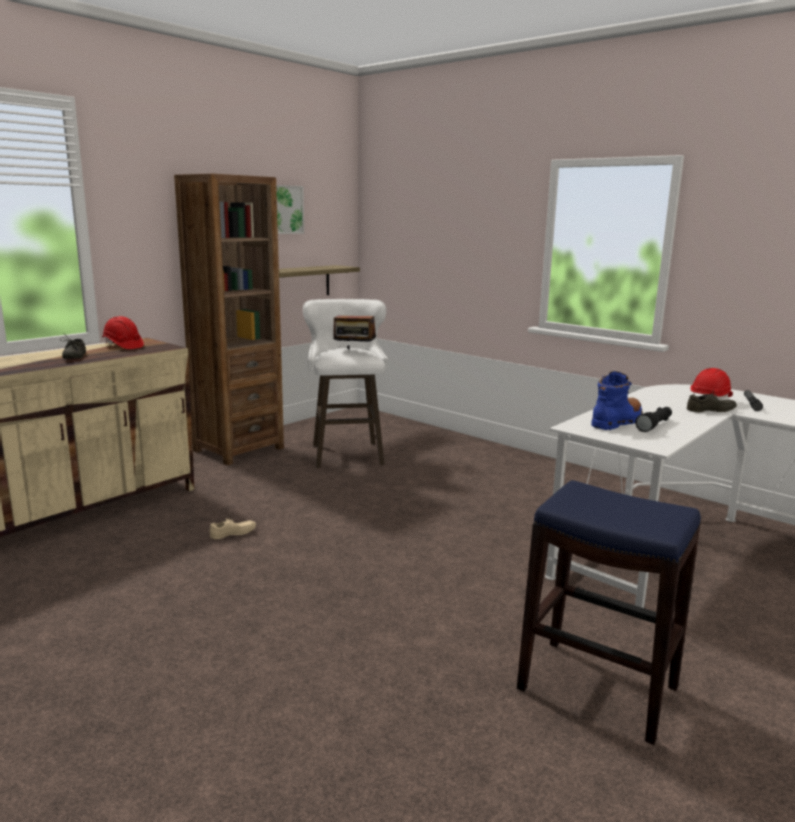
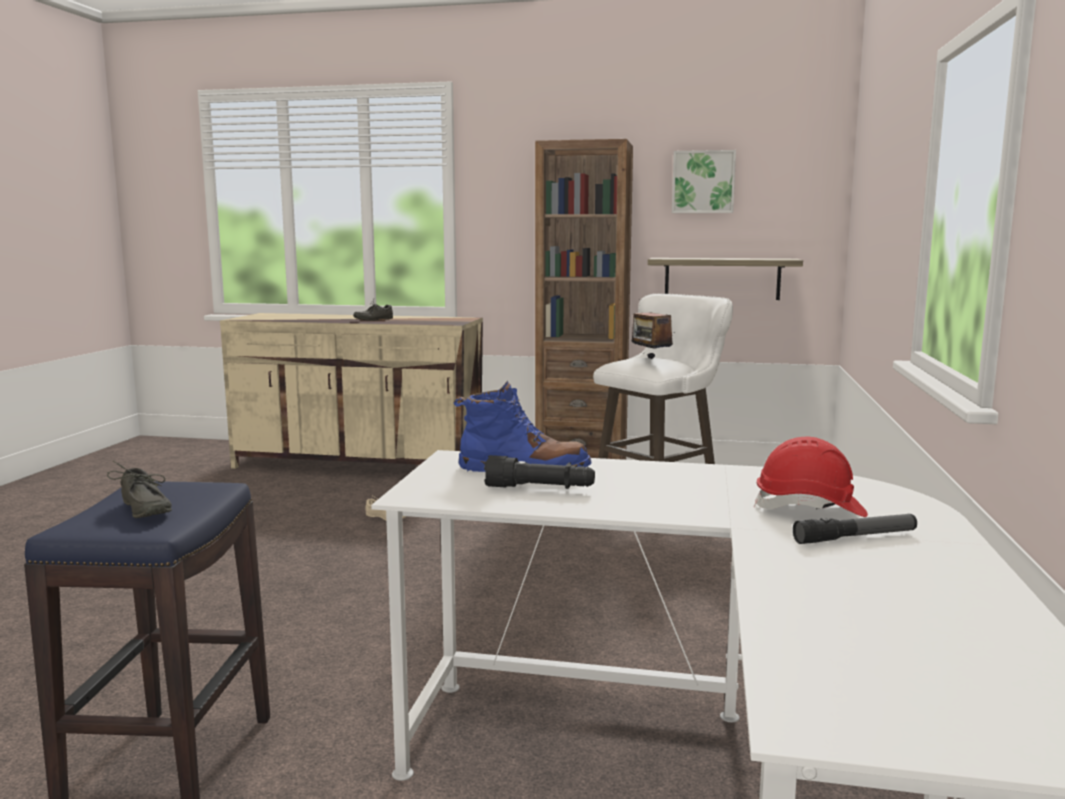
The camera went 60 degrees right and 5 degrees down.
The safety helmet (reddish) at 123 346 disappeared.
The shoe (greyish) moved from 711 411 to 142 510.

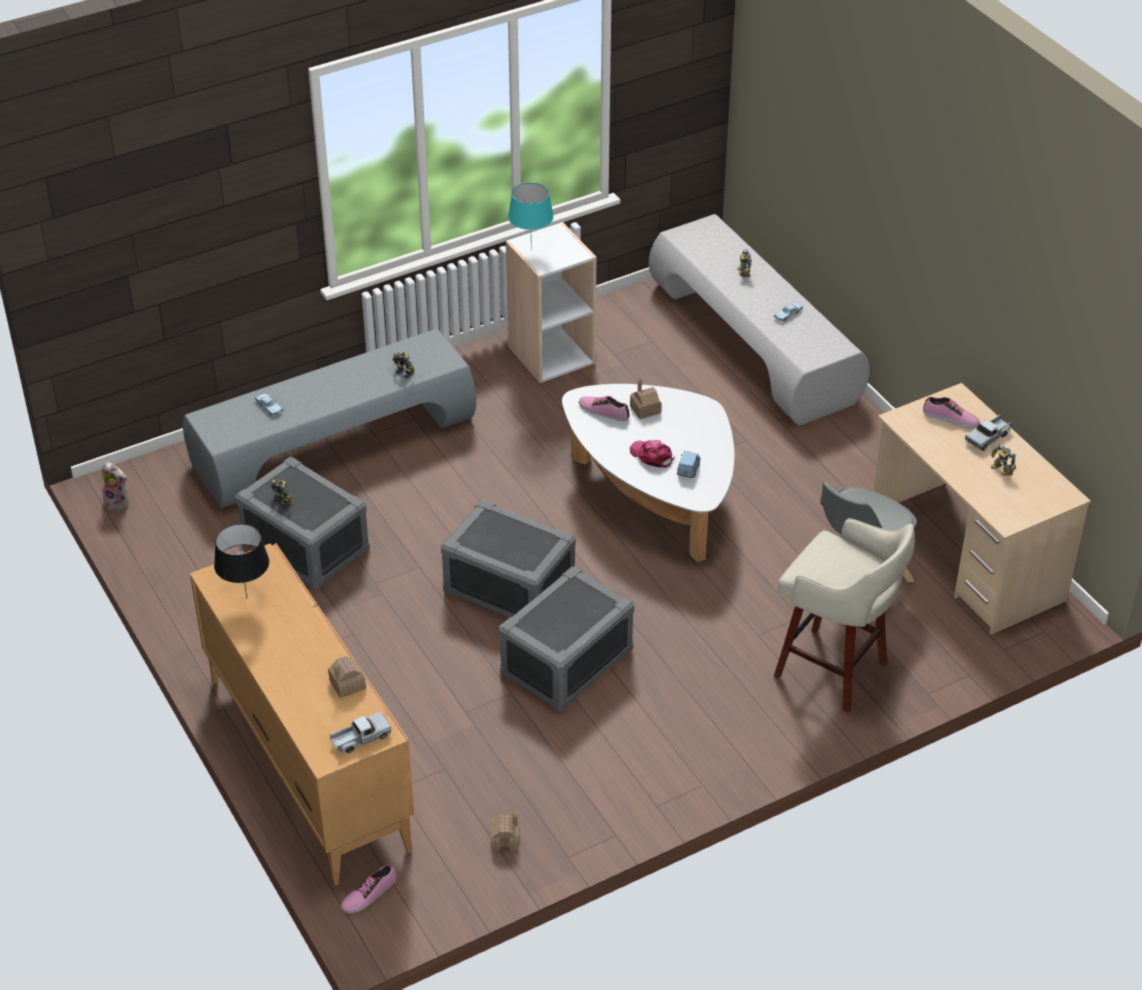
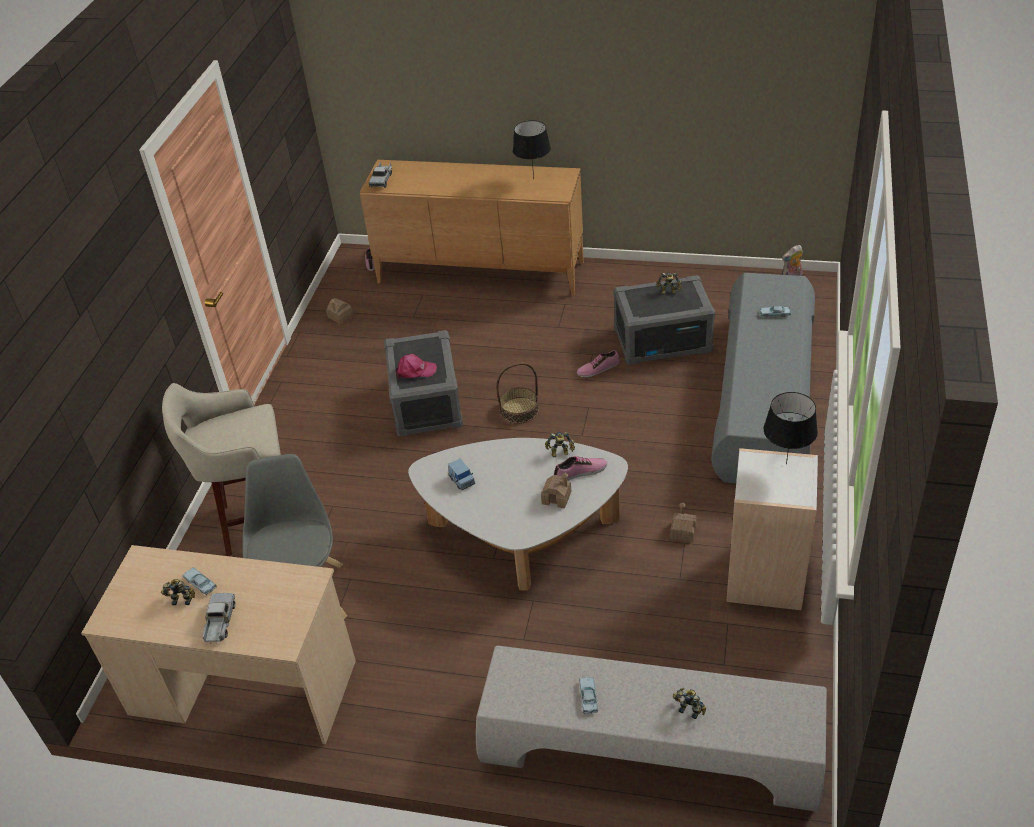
The camera went 135 degrees right and 0 degrees up.
The toy car (bluish) at 200 583 appeared.
The model house moved from 347 684 to 683 532.
The toy robot moved from 405 372 to 560 453.
The cap (pinkish) moved from 652 456 to 415 371.
The shoe moved from 950 419 to 598 368.
The storage container (greyish) at 508 587 was replaced by the storage basket at 519 410.
The lamp for a table (turquoise) at 531 250 became the lamp for a table (blackish) at 785 464.

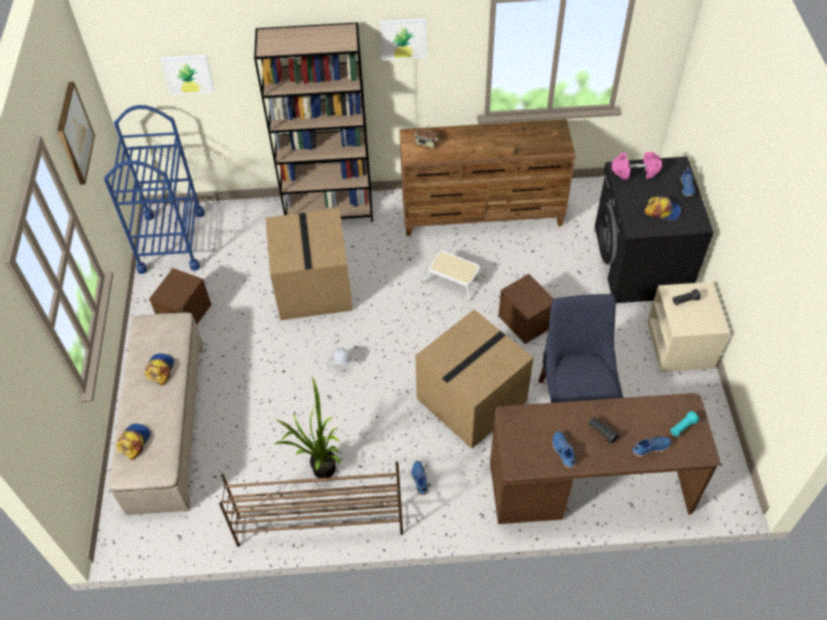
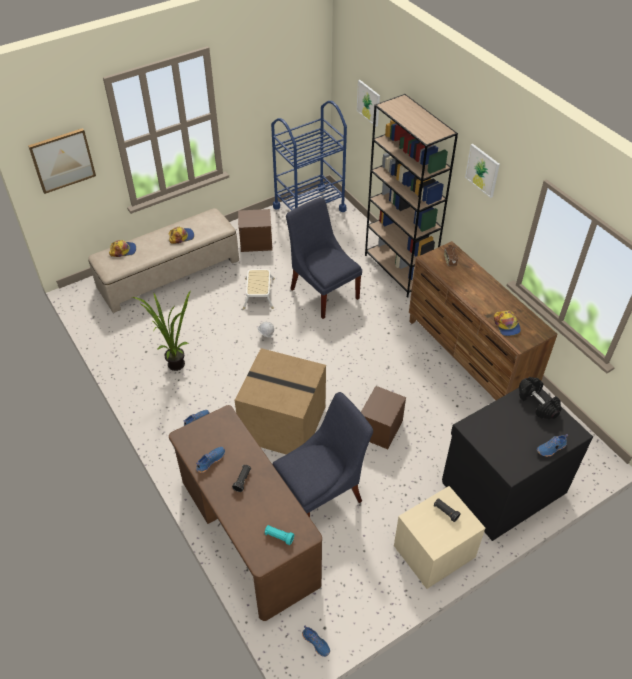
The camera went 60 degrees right and 5 degrees down.
The shoe stand (brown-coloured) at 319 525 disappeared.
The wall art moved from 74 133 to 62 160.
The step ladder (beige) moved from 454 279 to 259 293.
The shoe (bluish) moved from 650 447 to 316 643.
The cap moved from 662 211 to 506 325.
The packing box at 312 286 was replaced by the plain chair (bluish) at 323 291.
The hand weight (pinkish) at 635 172 became the hand weight (blackish) at 537 403.

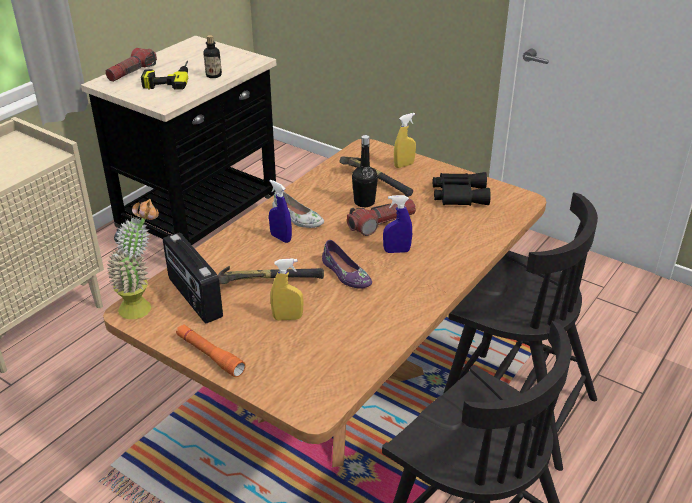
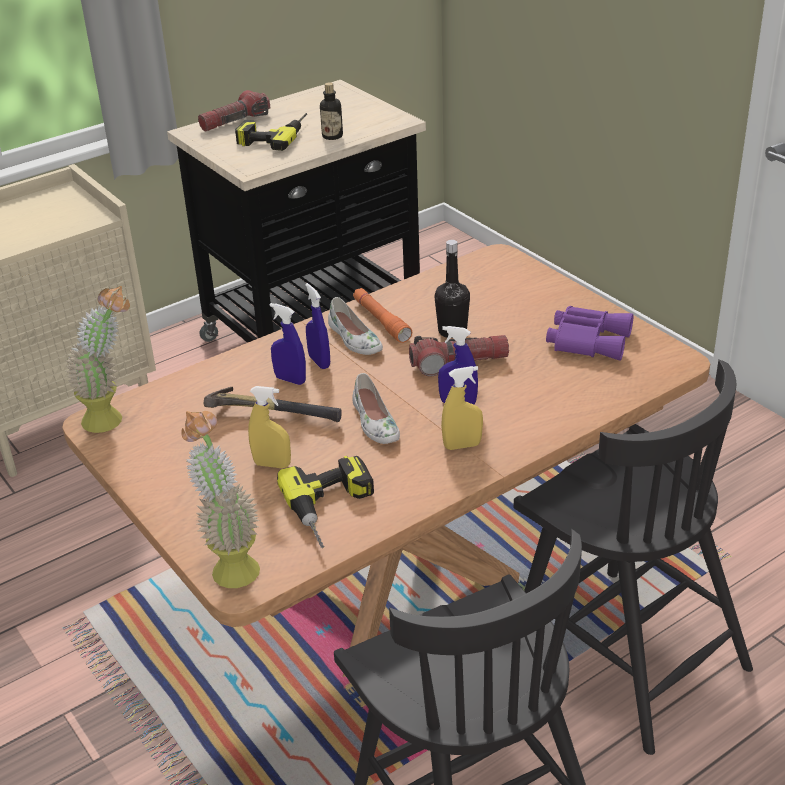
The camera went 20 degrees right and 0 degrees up.
The radio set at 194 298 disappeared.
The hammer at 378 181 disappeared.
The potted plant at 229 564 appeared.
The sprayer (bluish) at 290 380 appeared.
The electric drill at 334 509 appeared.
The flashlight (orange) moved from 210 355 to 381 321.
The sprayer (yellow) moved from 404 165 to 462 445.
The shoe (purple) at 345 274 became the shoe (whitish) at 374 422.
The field glasses (blackish) at 459 194 became the field glasses (purple) at 587 339.

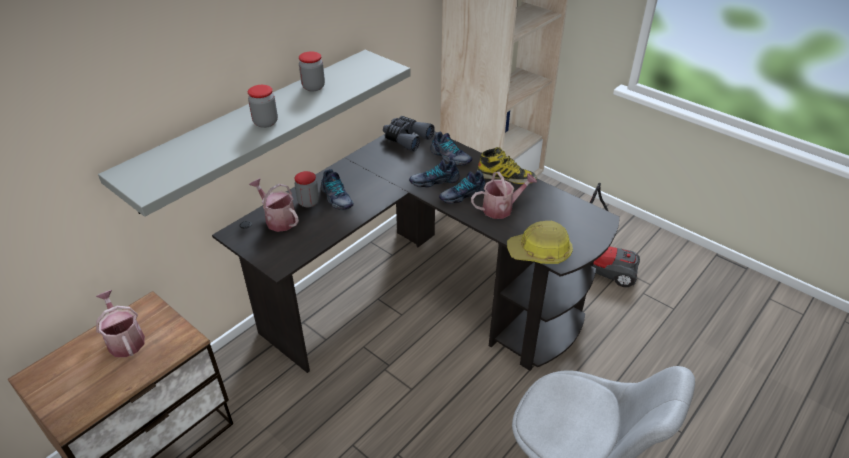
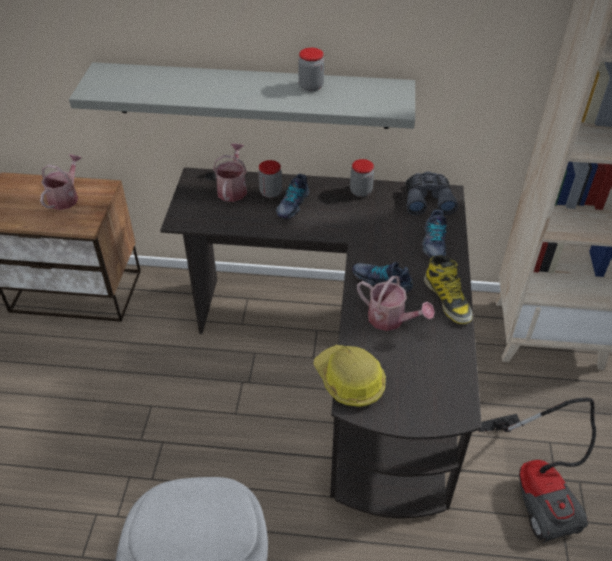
The camera went 55 degrees right and 5 degrees up.
The shoe at 434 181 disappeared.
The storage jar moved from 265 122 to 361 191.

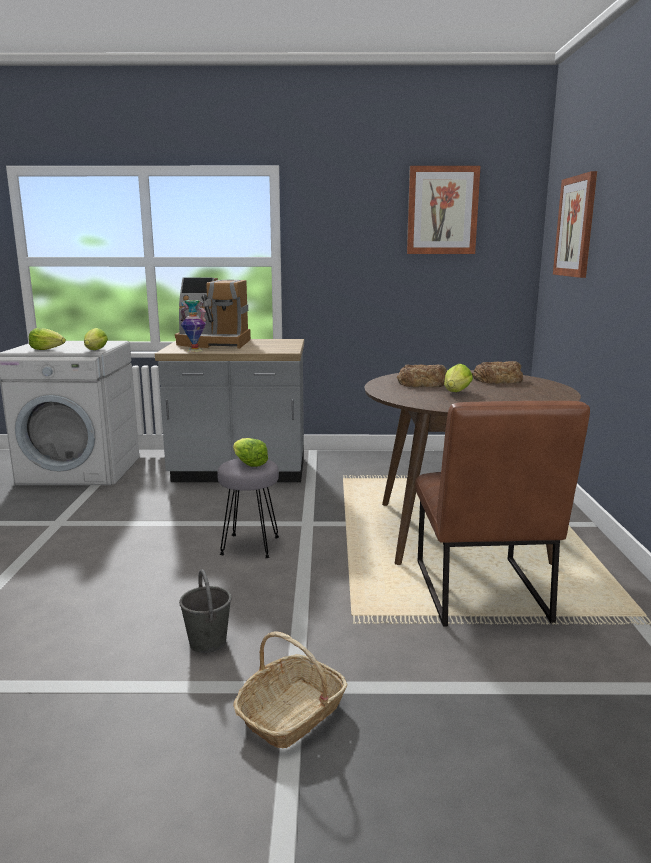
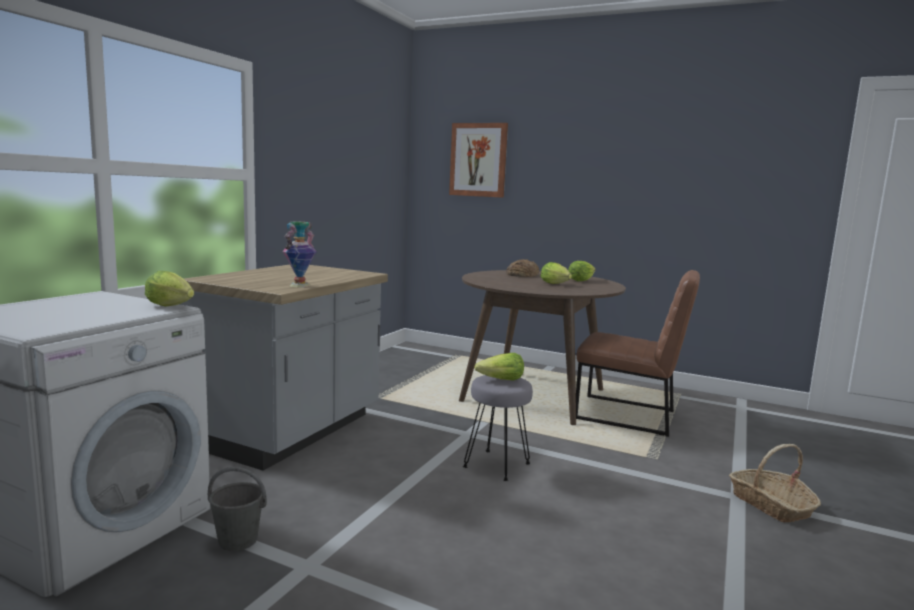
The camera went 65 degrees left and 5 degrees down.
The coffee brewer at 214 343 disappeared.
The bread at 422 383 disappeared.
The wall art at 442 210 disappeared.
The head of lettuce moved from 48 350 to 581 280.
The pail (greyish) moved from 208 643 to 238 540.

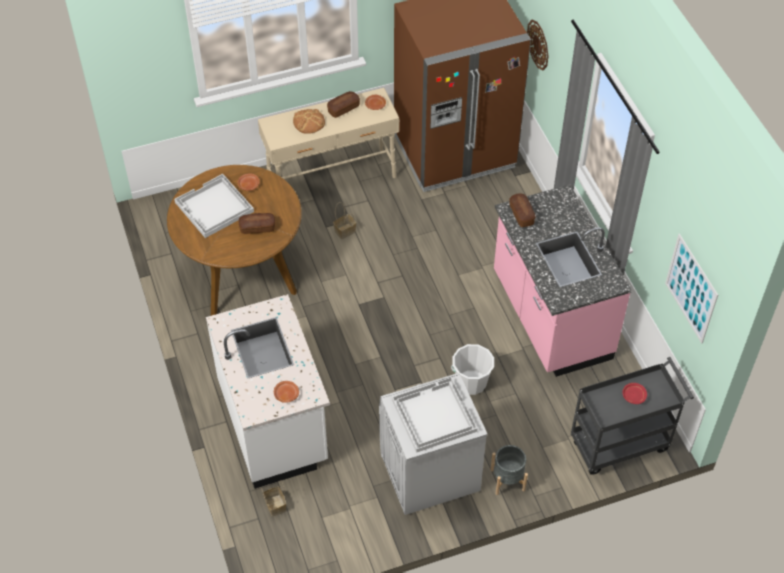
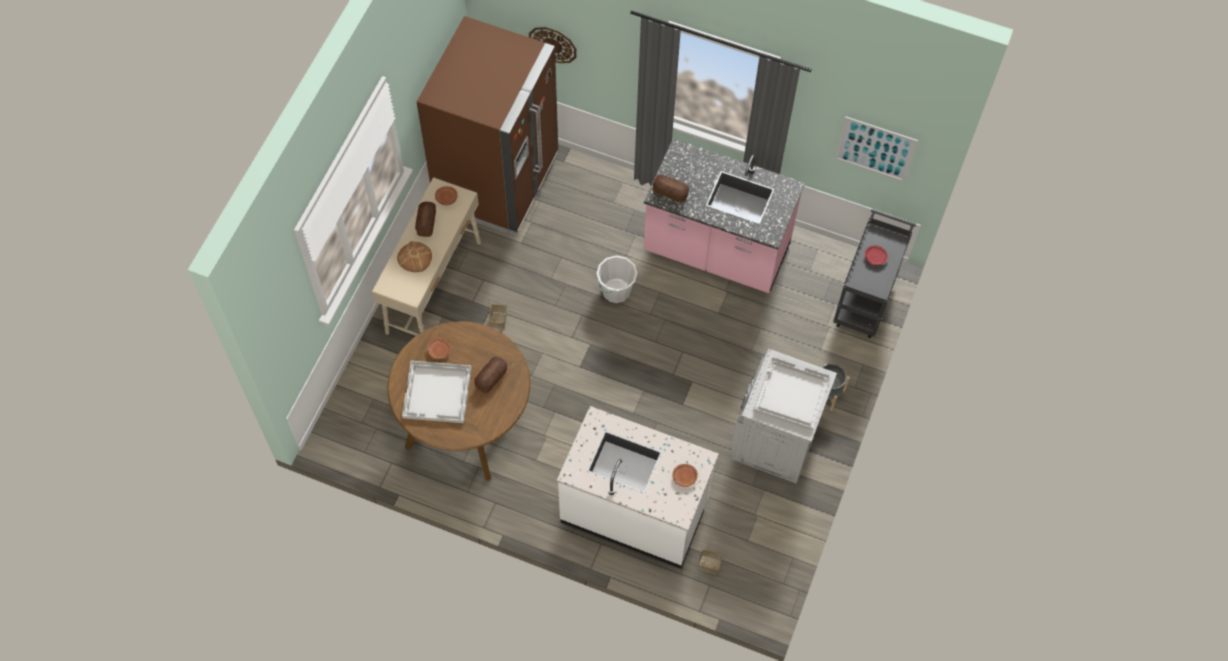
The camera went 50 degrees left and 10 degrees up.
The pail (whitish) moved from 471 382 to 616 290.

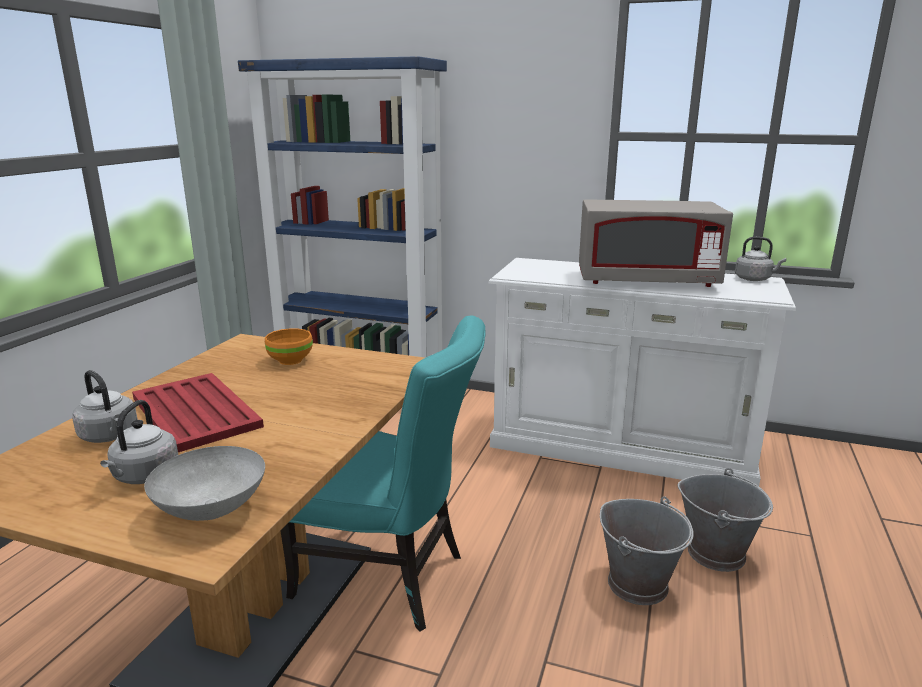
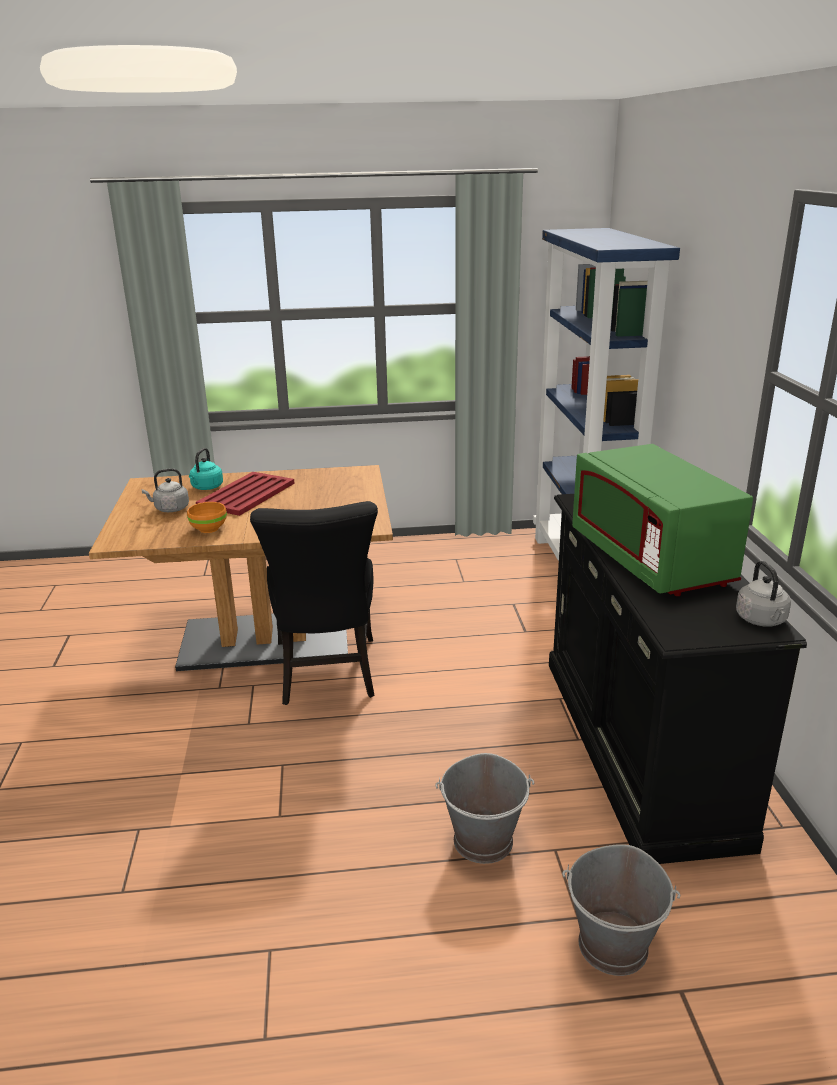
The camera went 65 degrees right and 5 degrees up.
The serving bowl (greyish) at 211 509 disappeared.
The serving bowl (orange) moved from 291 361 to 208 529.
The pail (greyish) moved from 638 584 to 614 946.
The tea kettle (greyish) at 110 436 became the tea kettle (turquoise) at 206 488.
The plain chair (turquoise) at 390 578 became the plain chair (blackish) at 327 675.
The cabinet (whitish) at 621 447 became the cabinet (blackish) at 638 745.
The microwave (greyish) at 646 281 became the microwave (green-coloured) at 650 560.

